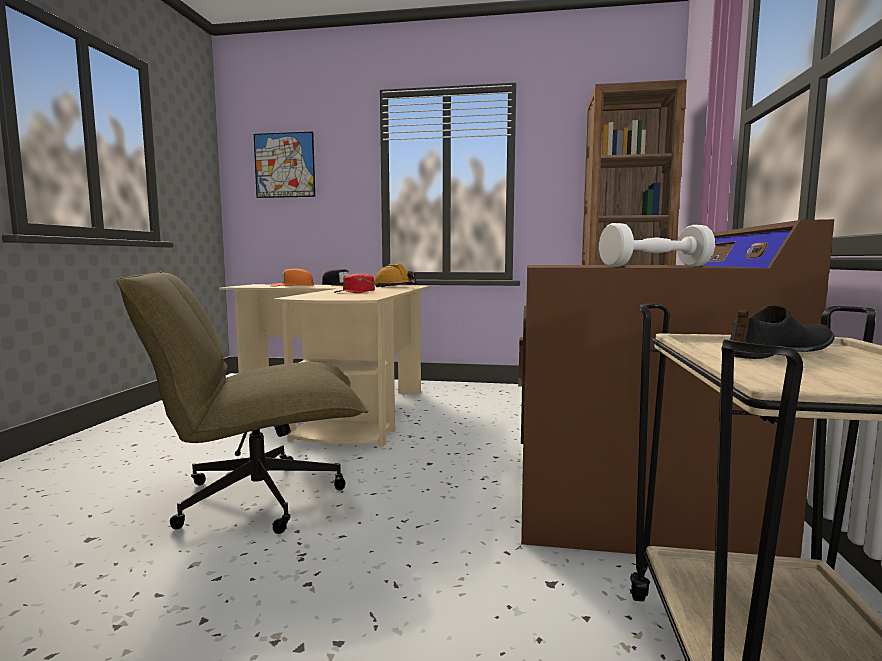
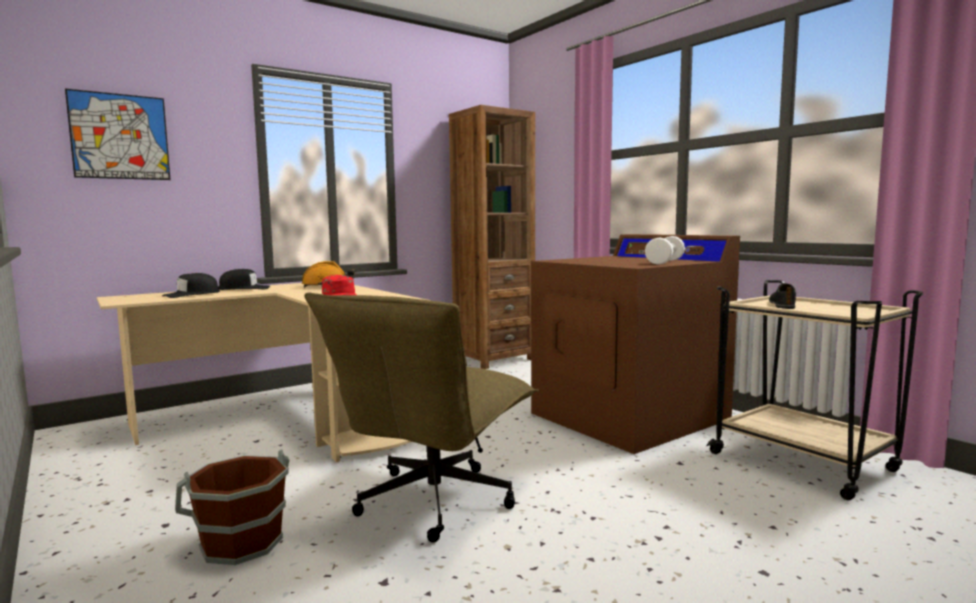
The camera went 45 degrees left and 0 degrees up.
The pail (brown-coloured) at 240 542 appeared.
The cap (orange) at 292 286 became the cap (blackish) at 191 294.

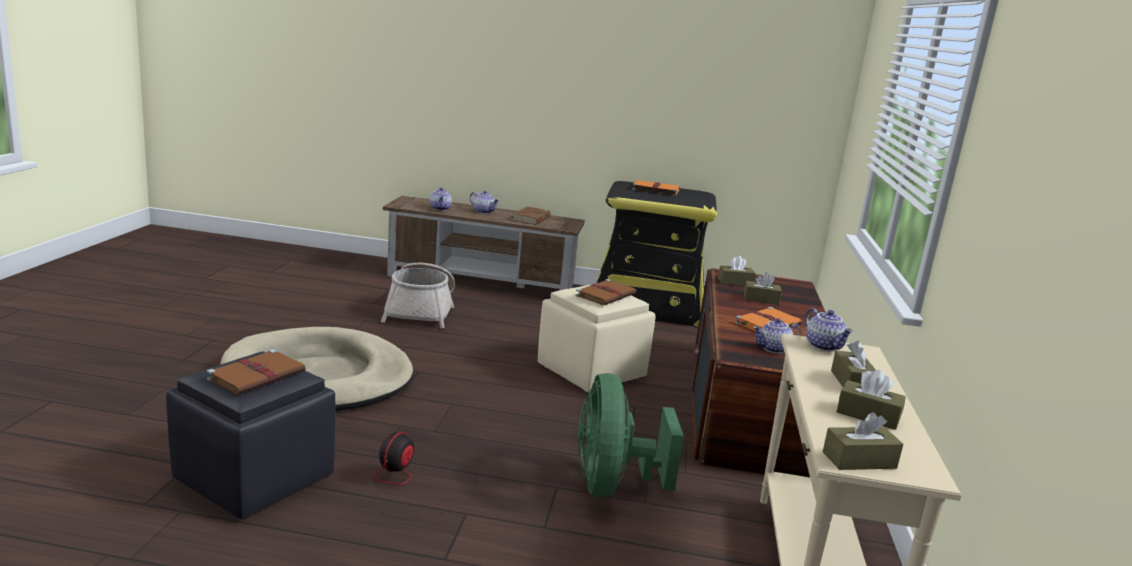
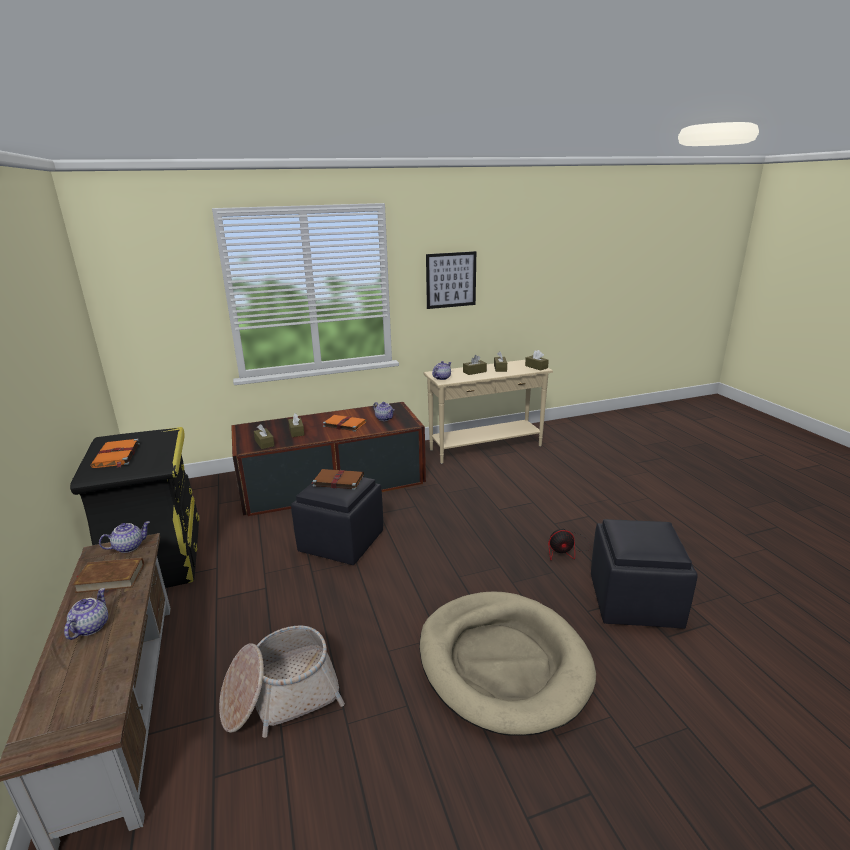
The camera went 115 degrees left and 5 degrees up.
The book (brown-coloured) at 258 375 disappeared.
The electric fan (green-coloured) at 612 485 disappeared.
The wall art at 451 280 appeared.
The pot for tea moved from 441 209 to 129 546.
The pouffe (beige) at 591 371 became the pouffe (blackish) at 340 542.

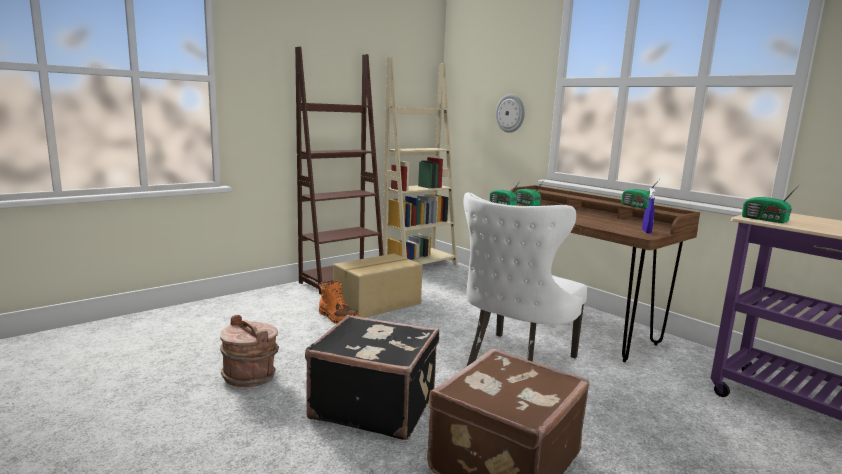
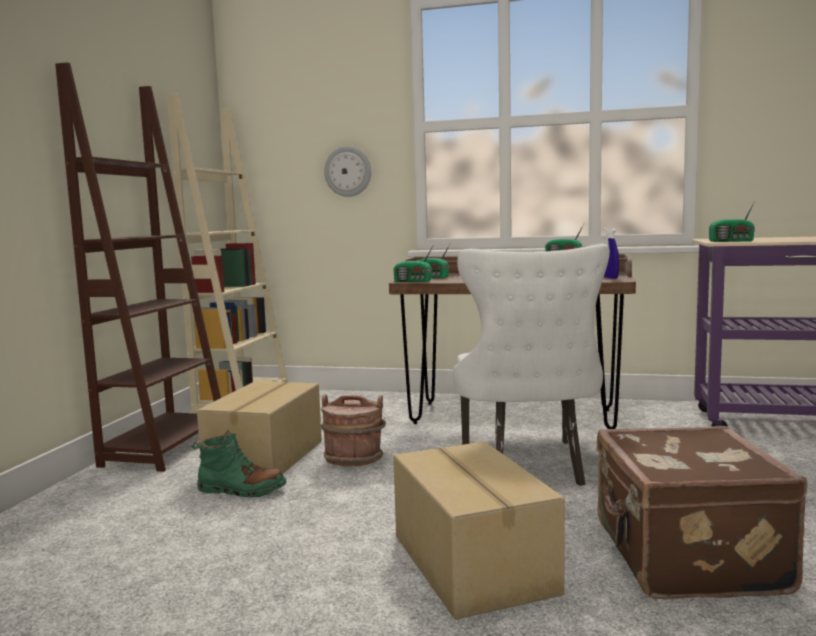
The camera went 35 degrees left and 5 degrees down.
The pail (brown-coloured) moved from 250 376 to 354 458.
The piece of luggage (blackish) at 374 405 was replaced by the packing box at 470 564.
The high-top boot (orange) at 337 318 became the high-top boot (green-coloured) at 241 490.

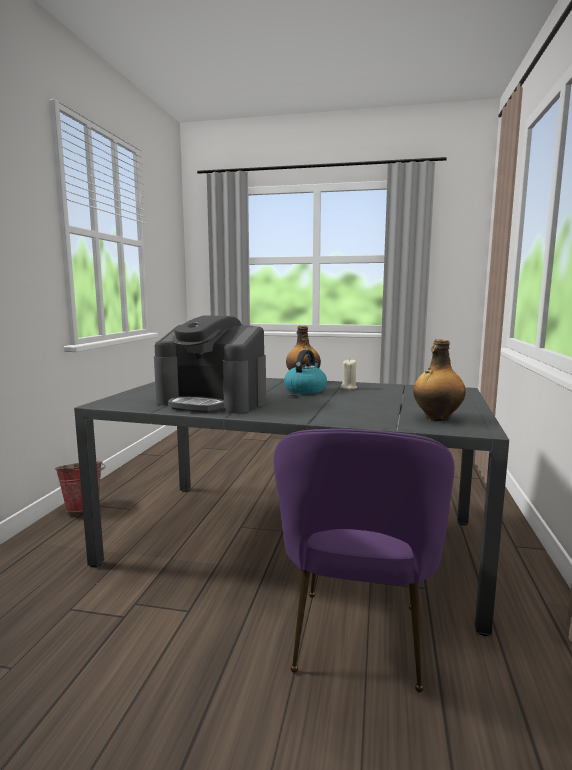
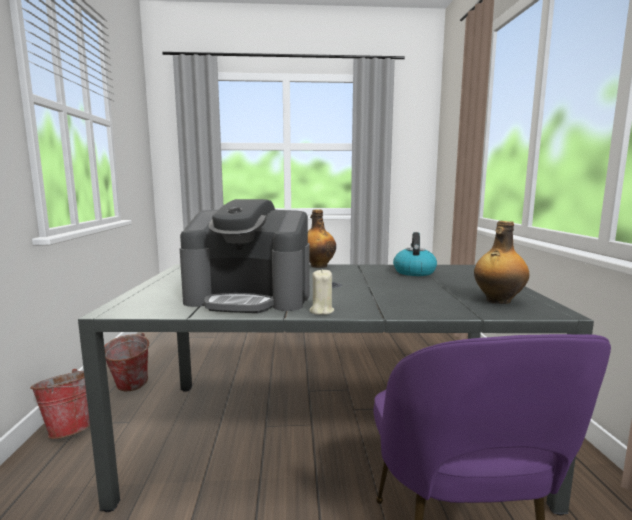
The camera went 15 degrees left and 0 degrees up.
The pail at 128 388 appeared.
The tea kettle moved from 305 390 to 414 272.
The wax candle (beige) moved from 348 388 to 321 311.

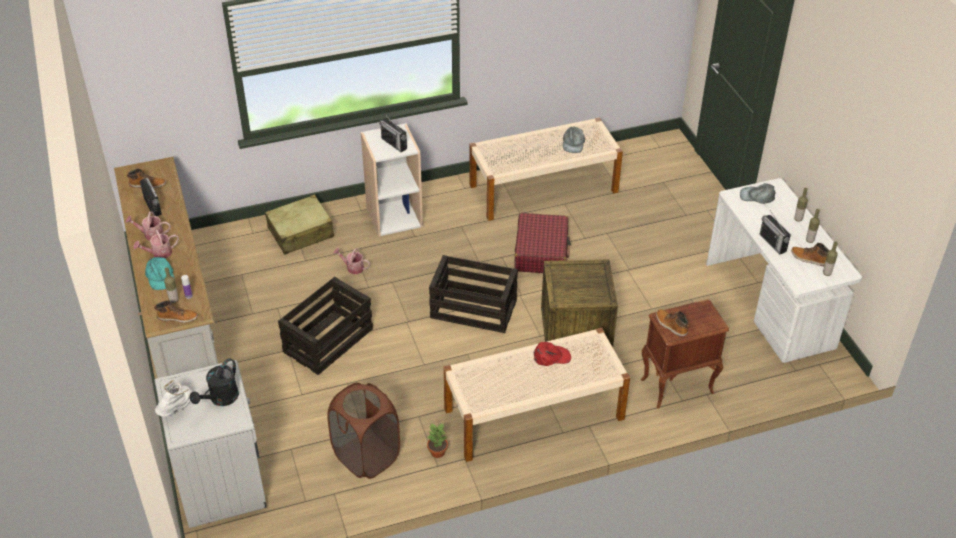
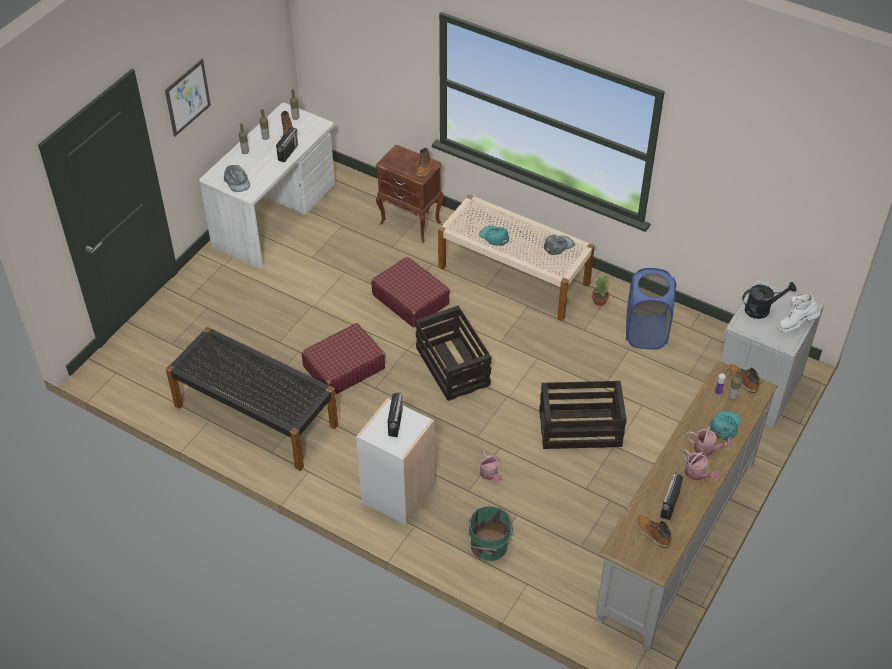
The camera went 130 degrees left and 5 degrees up.
The wall art at 187 97 appeared.
The cap (greyish) moved from 573 143 to 558 245.
The piece of luggage (beige) at 301 233 was replaced by the pail (green-coloured) at 488 546.
The shipping crate at 576 329 was replaced by the piece of luggage (reddish) at 410 299.
The washing basket (brown-coloured) at 366 456 became the washing basket (bluish) at 645 333.
The long seat (beige) at 543 188 became the long seat (blackish) at 255 416.
The cap (reddish) at 551 357 became the cap (turquoise) at 494 237.

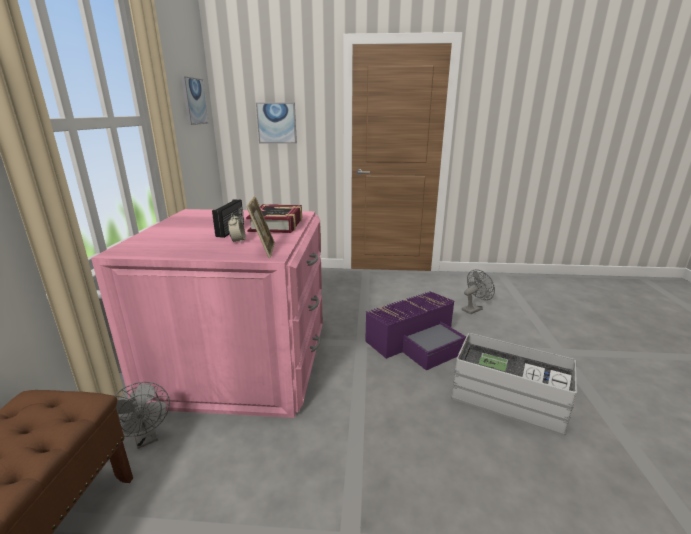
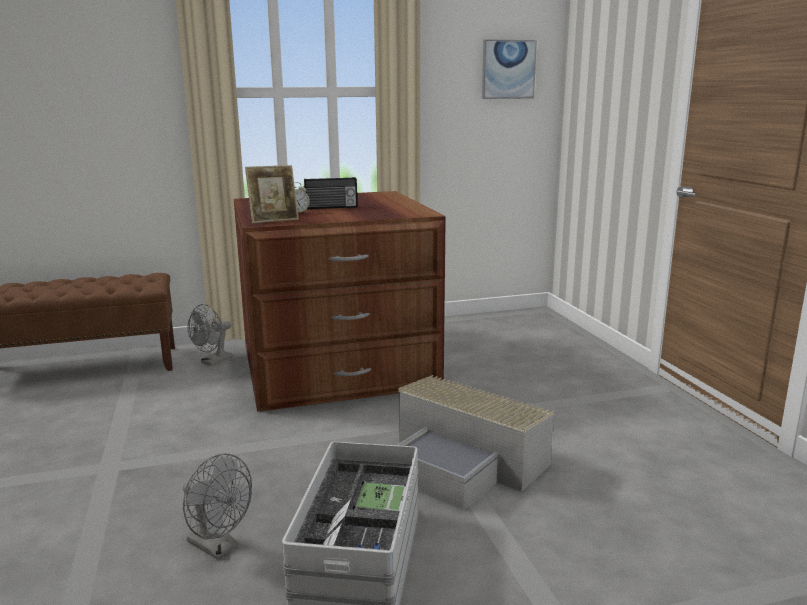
The camera went 70 degrees right and 5 degrees down.
The book at 277 225 disappeared.
The wall art at 276 123 disappeared.
The electric fan (greyish) moved from 474 309 to 219 547.
The chest of drawers (pinkish) at 242 360 became the chest of drawers (brown-coloured) at 337 366.
The storage container (purple) at 417 341 became the storage container (greyish) at 465 463.

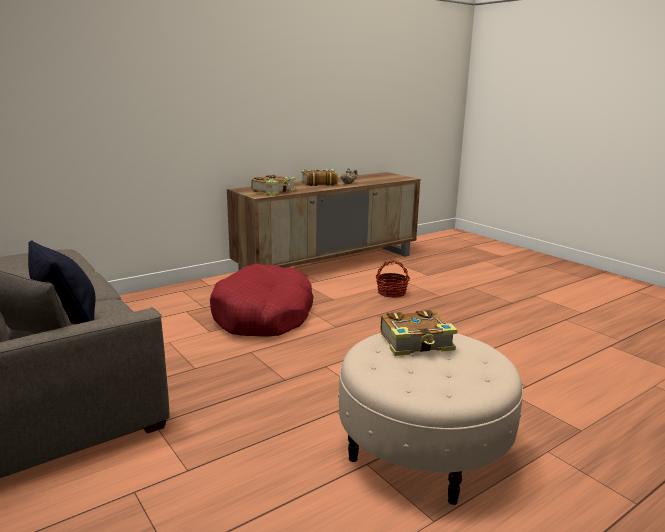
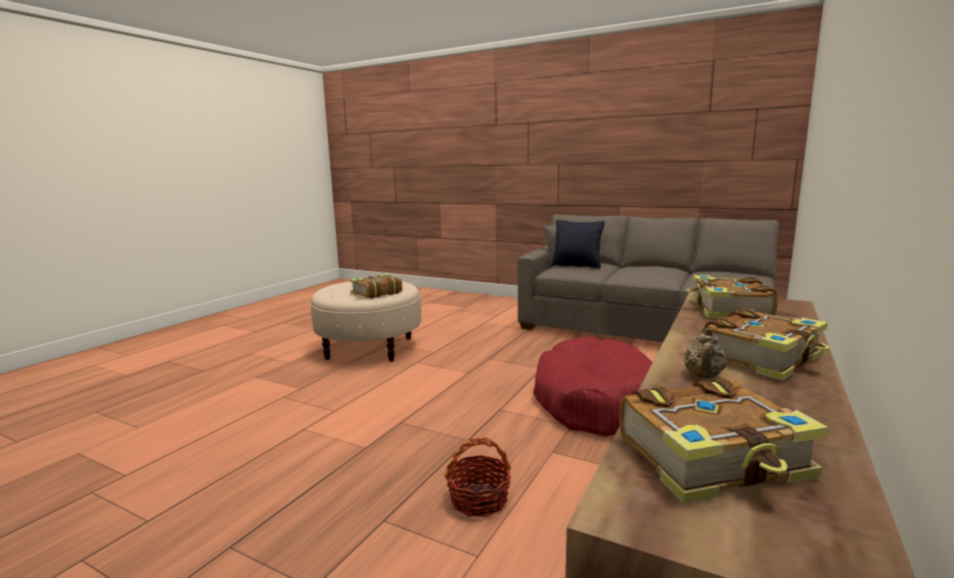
The camera went 155 degrees right and 5 degrees down.
The book at 714 459 appeared.

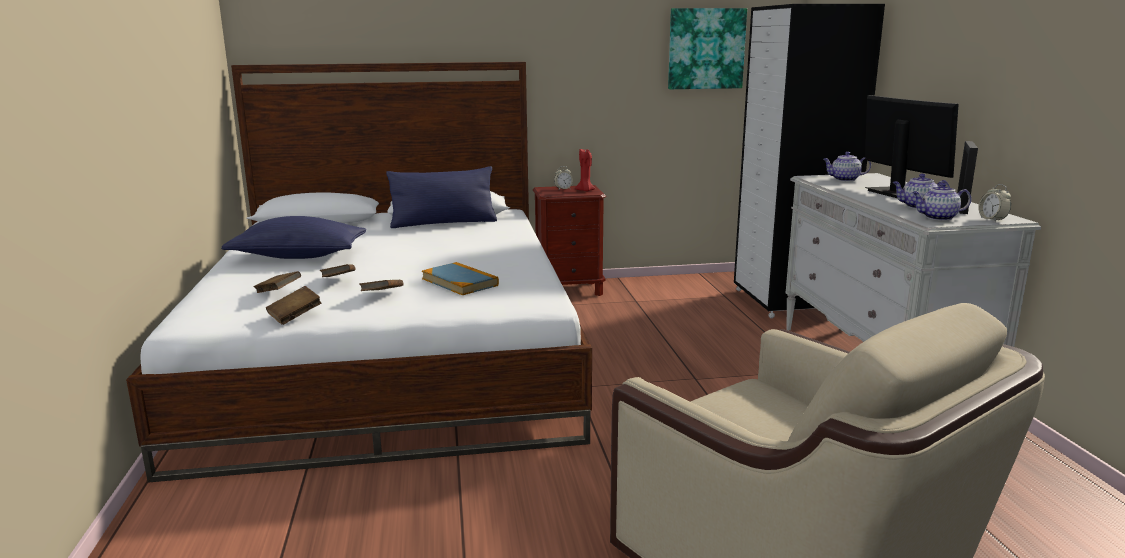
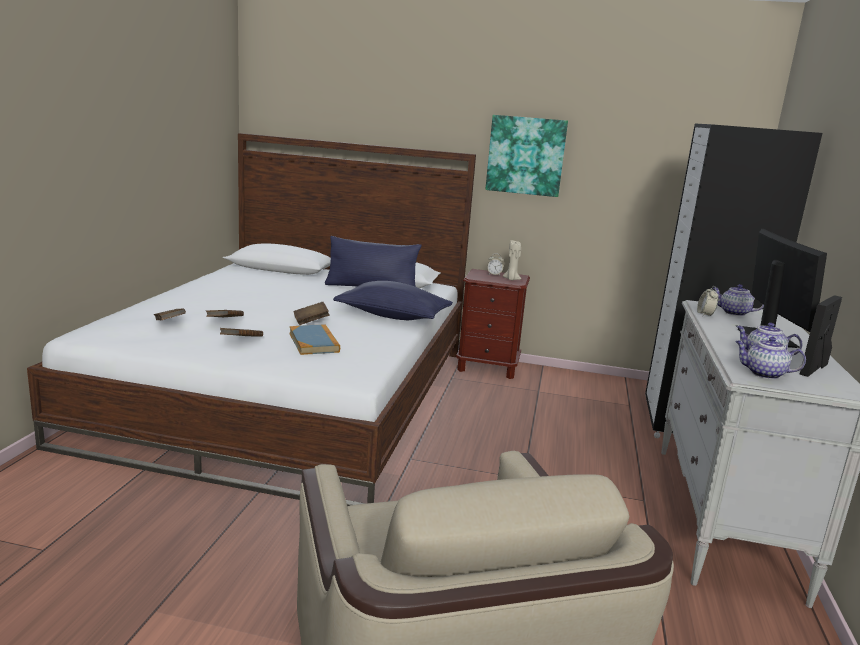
The camera went 20 degrees right and 0 degrees up.
The throw pillow (bluish) moved from 299 256 to 392 316.
The book (brown-coloured) moved from 295 316 to 311 321.
The wall art moved from 706 49 to 526 155.
The table clock moved from 992 220 to 705 315.
The wax candle (reddish) at 585 190 became the wax candle (beige) at 511 279.

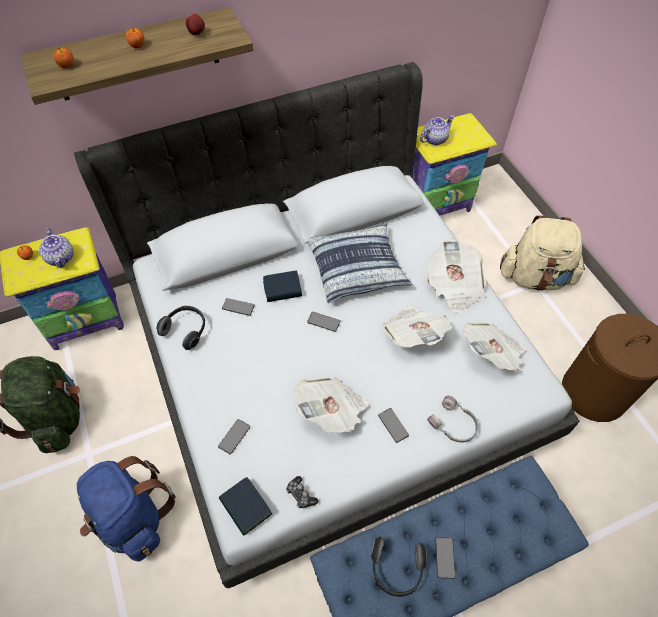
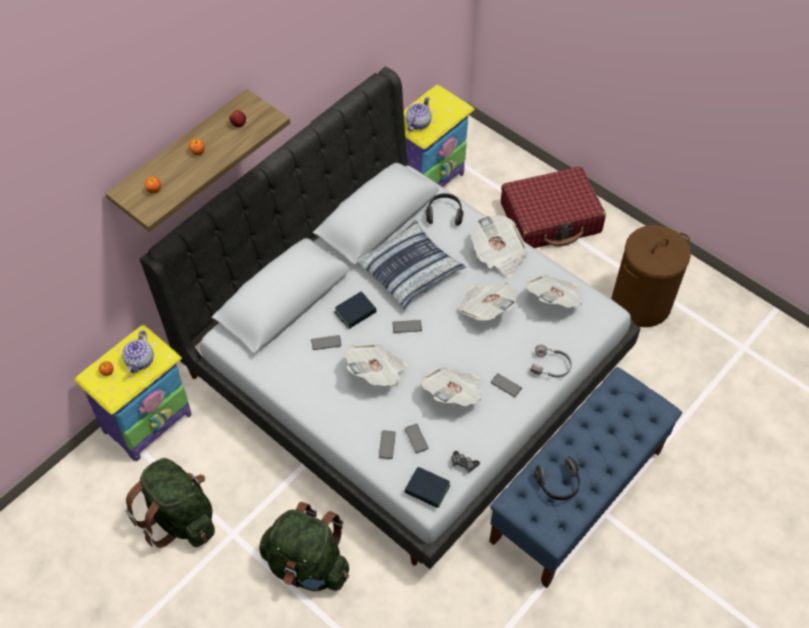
The camera went 25 degrees left and 0 degrees up.
The newspaper at 377 373 appeared.
The headset moved from 186 330 to 444 214.
The handset moved from 445 557 to 416 438.
The rucksack (beige) at 535 277 was replaced by the piece of luggage (reddish) at 550 218.
The rucksack (bluish) at 133 518 became the rucksack (green-coloured) at 308 565.
The pot for tea at 61 258 turned 60 degrees clockwise.

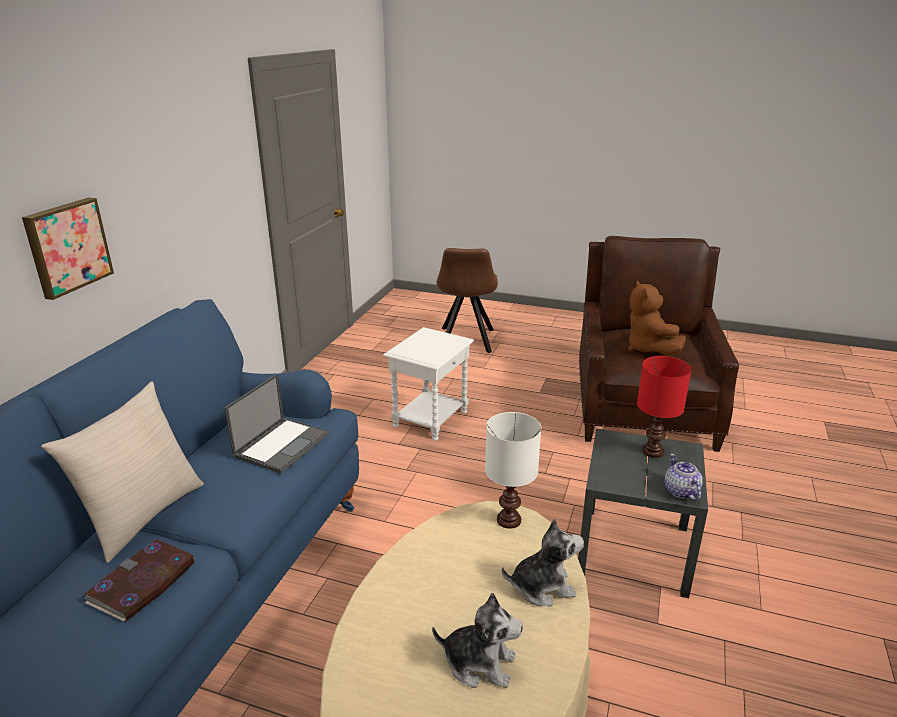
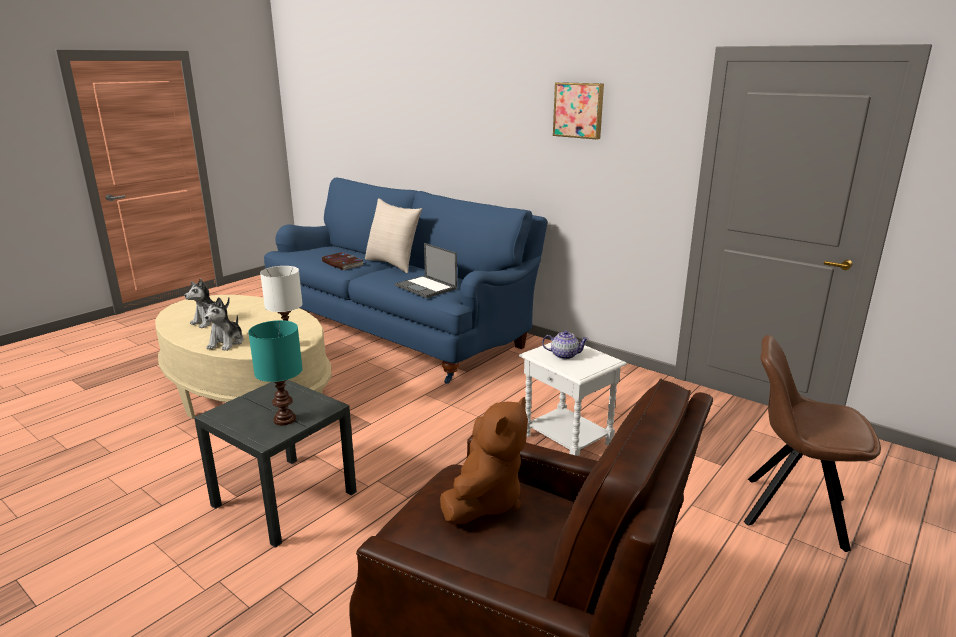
The camera went 110 degrees right and 5 degrees down.
The wall art moved from 67 246 to 579 110.
The pot for tea moved from 681 491 to 564 355.
The lamp for a table (reddish) at 652 451 became the lamp for a table (turquoise) at 285 420.
The plush toy (brown-coloured) at 648 349 turned 105 degrees clockwise.

